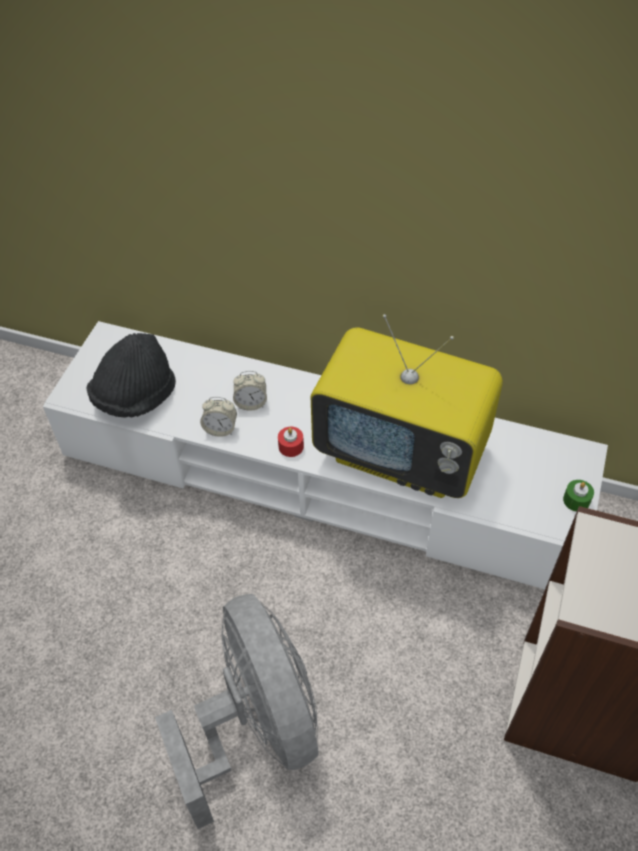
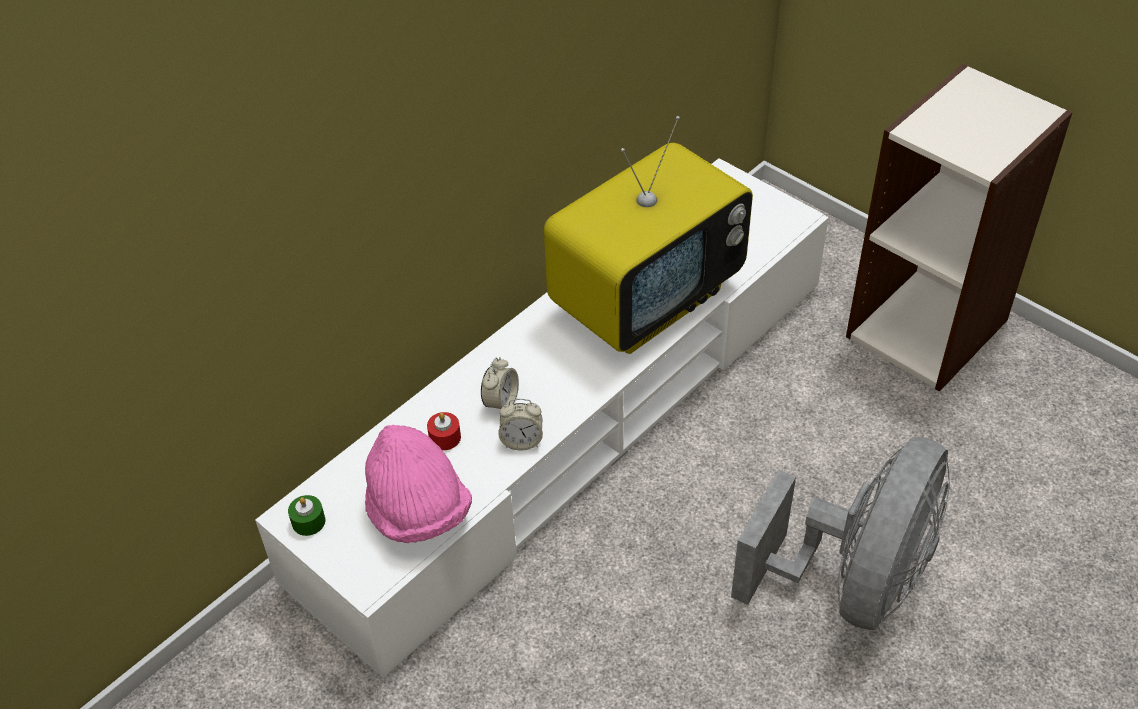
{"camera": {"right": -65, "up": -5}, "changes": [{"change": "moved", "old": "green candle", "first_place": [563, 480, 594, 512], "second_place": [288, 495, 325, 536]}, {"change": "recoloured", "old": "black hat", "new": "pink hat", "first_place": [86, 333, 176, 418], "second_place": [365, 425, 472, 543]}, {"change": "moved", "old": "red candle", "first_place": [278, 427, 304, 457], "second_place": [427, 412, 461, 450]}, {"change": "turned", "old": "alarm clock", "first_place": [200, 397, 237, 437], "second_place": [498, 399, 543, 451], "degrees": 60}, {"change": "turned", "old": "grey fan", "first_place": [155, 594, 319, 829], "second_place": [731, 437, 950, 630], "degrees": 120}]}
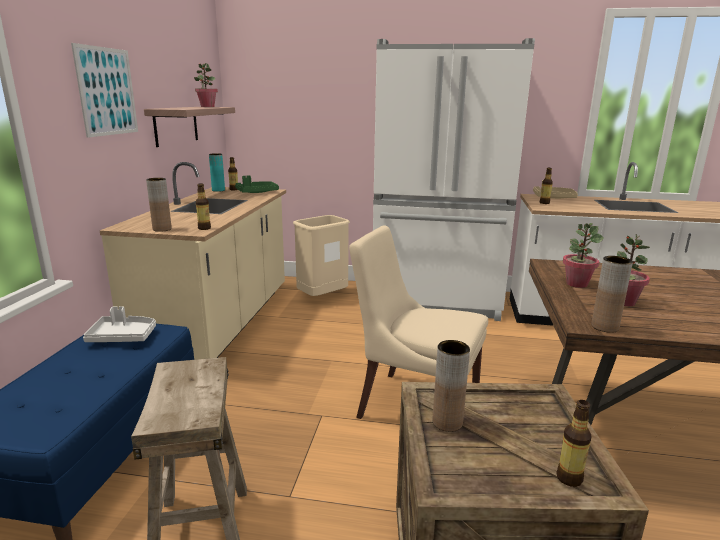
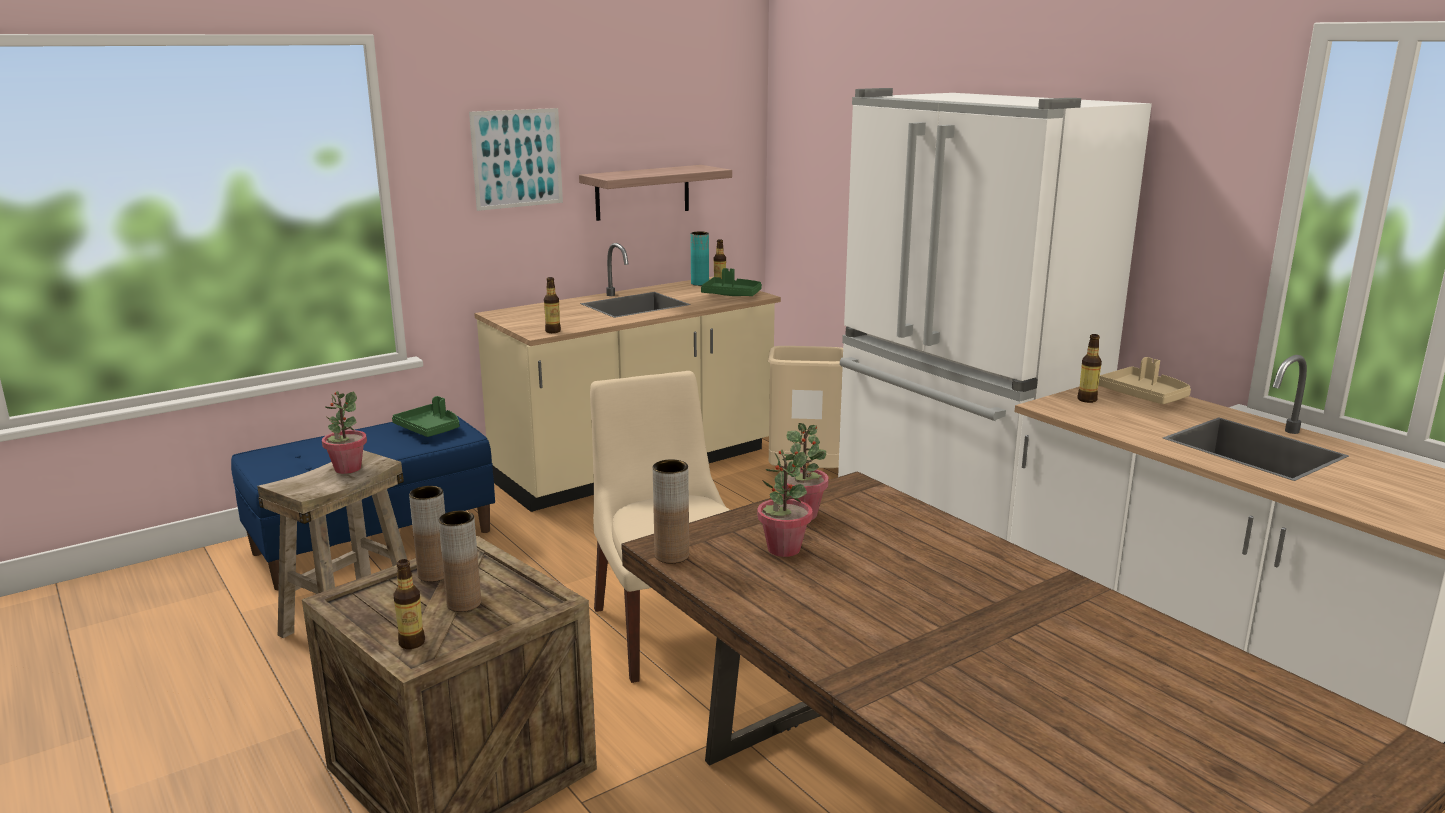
{"camera": {"right": 45, "up": 0}, "changes": [{"change": "moved", "old": "potted plant", "first_place": [194, 63, 218, 107], "second_place": [322, 391, 367, 474]}, {"change": "recoloured", "old": "white tray", "new": "green tray", "first_place": [83, 306, 156, 342], "second_place": [392, 396, 459, 437]}, {"change": "moved", "old": "brown vase", "first_place": [146, 178, 172, 232], "second_place": [438, 511, 481, 612]}]}
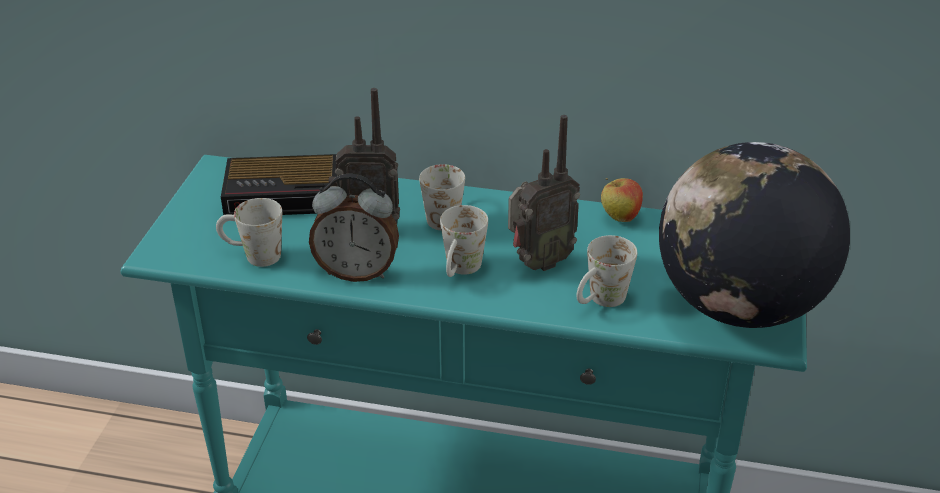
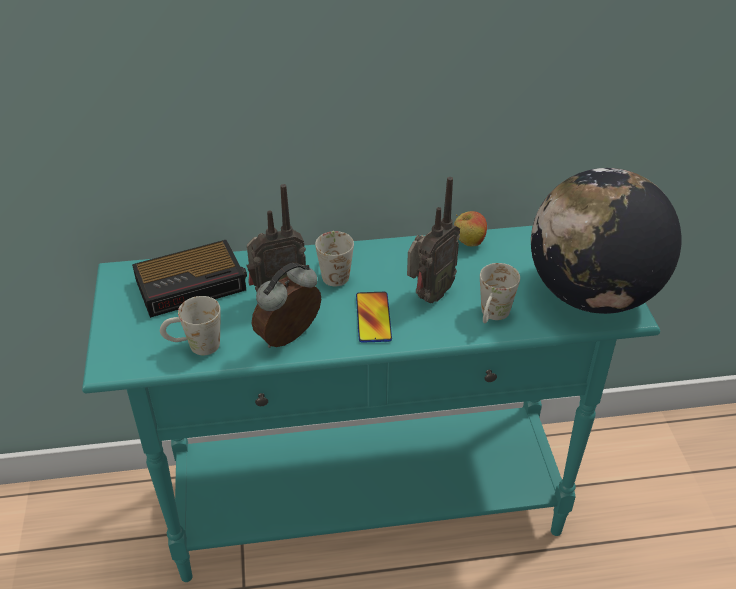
{"camera": {"right": -20, "up": 5}, "changes": [{"change": "turned", "old": "alarm clock", "first_place": [309, 174, 399, 282], "second_place": [252, 263, 321, 348], "degrees": 150}, {"change": "replaced", "old": "white mug", "new": "phone", "first_place": [440, 205, 488, 277], "second_place": [356, 292, 392, 343]}]}
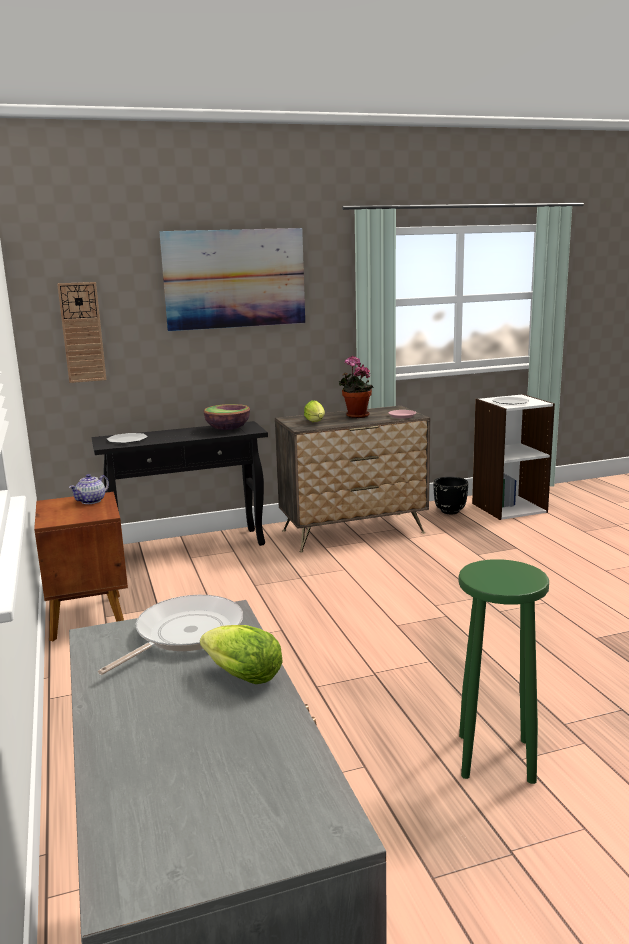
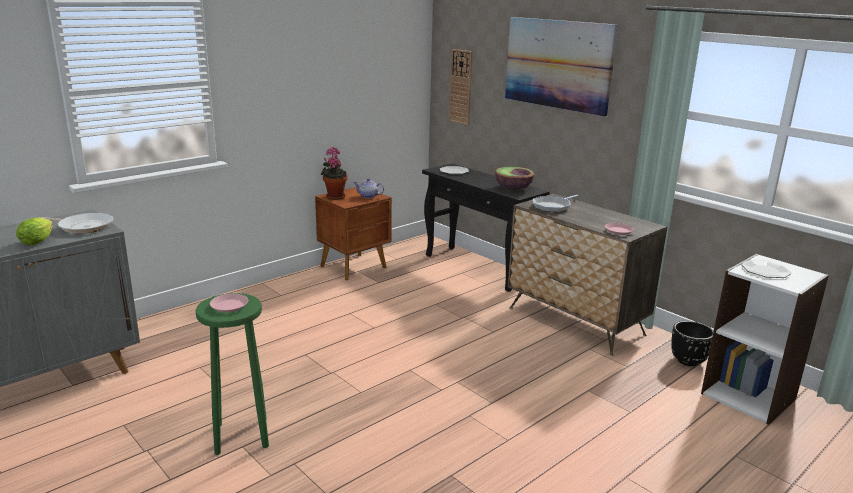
{"camera": {"right": 65, "up": 5}, "changes": [{"change": "added", "new": "pink plate", "second_place": [210, 294, 248, 313]}, {"change": "moved", "old": "potted plant", "first_place": [339, 356, 373, 418], "second_place": [321, 147, 348, 200]}, {"change": "replaced", "old": "lettuce", "new": "frying pan", "first_place": [304, 400, 325, 422], "second_place": [533, 195, 579, 212]}]}
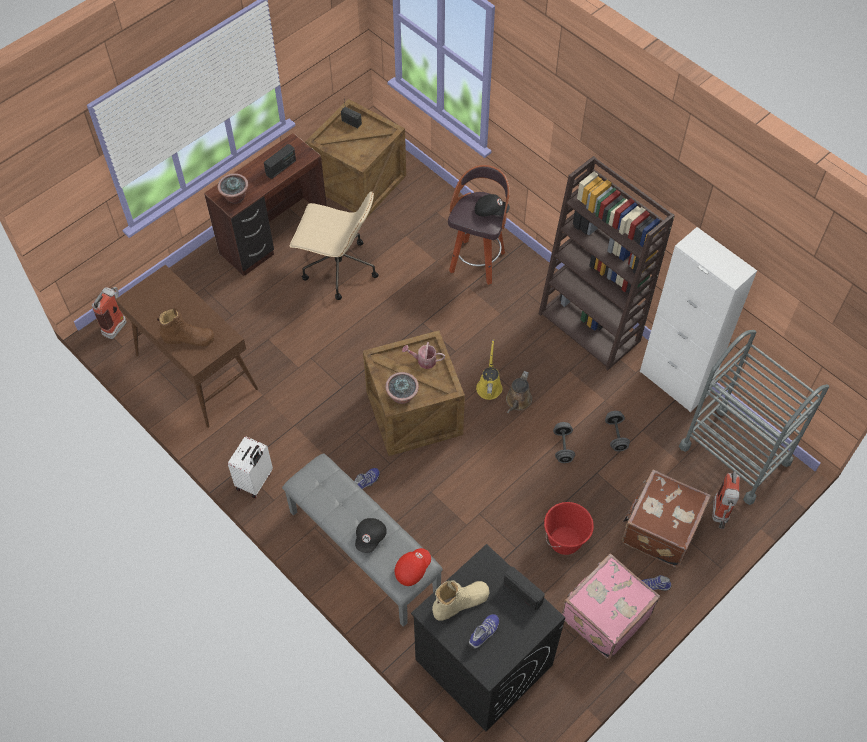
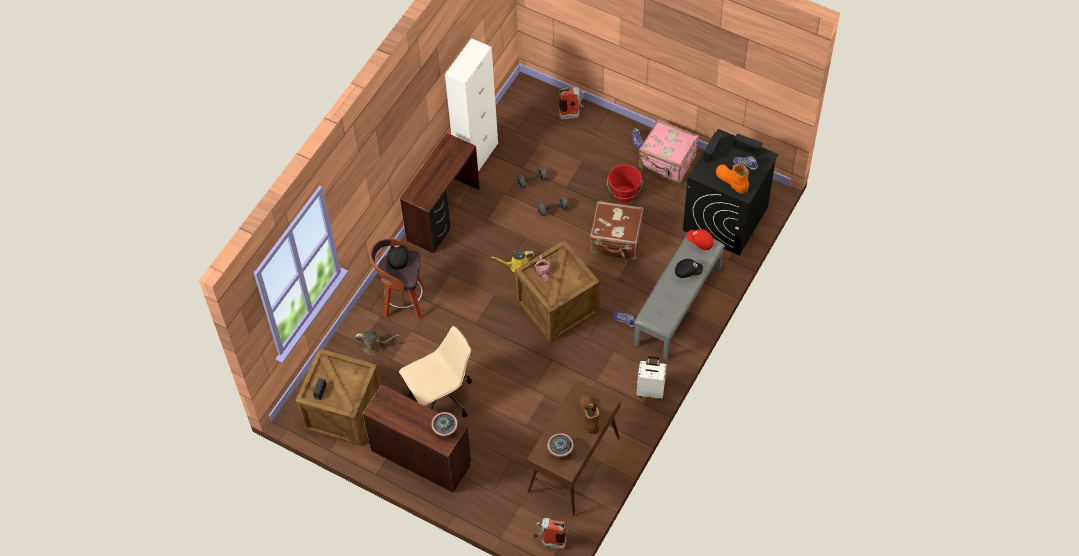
{"camera": {"right": -105, "up": 0}, "changes": [{"change": "moved", "old": "brown watering can", "first_place": [506, 371, 532, 413], "second_place": [355, 330, 399, 355]}, {"change": "turned", "old": "beige office chair", "first_place": [289, 191, 379, 300], "second_place": [399, 326, 472, 417], "degrees": 60}, {"change": "replaced", "old": "brown bookcase", "new": "brown desk", "first_place": [539, 156, 675, 370], "second_place": [400, 133, 480, 254]}, {"change": "moved", "old": "potted plant", "first_place": [385, 372, 419, 404], "second_place": [547, 433, 574, 459]}, {"change": "moved", "old": "brown suitcase", "first_place": [622, 469, 711, 568], "second_place": [590, 201, 644, 260]}, {"change": "recoloured", "old": "beige boot", "new": "orange boot", "first_place": [432, 580, 489, 621], "second_place": [716, 164, 749, 193]}, {"change": "moved", "old": "radio", "first_place": [264, 144, 296, 179], "second_place": [734, 134, 762, 156]}, {"change": "removed", "old": "grey cart", "first_place": [679, 330, 829, 505]}]}
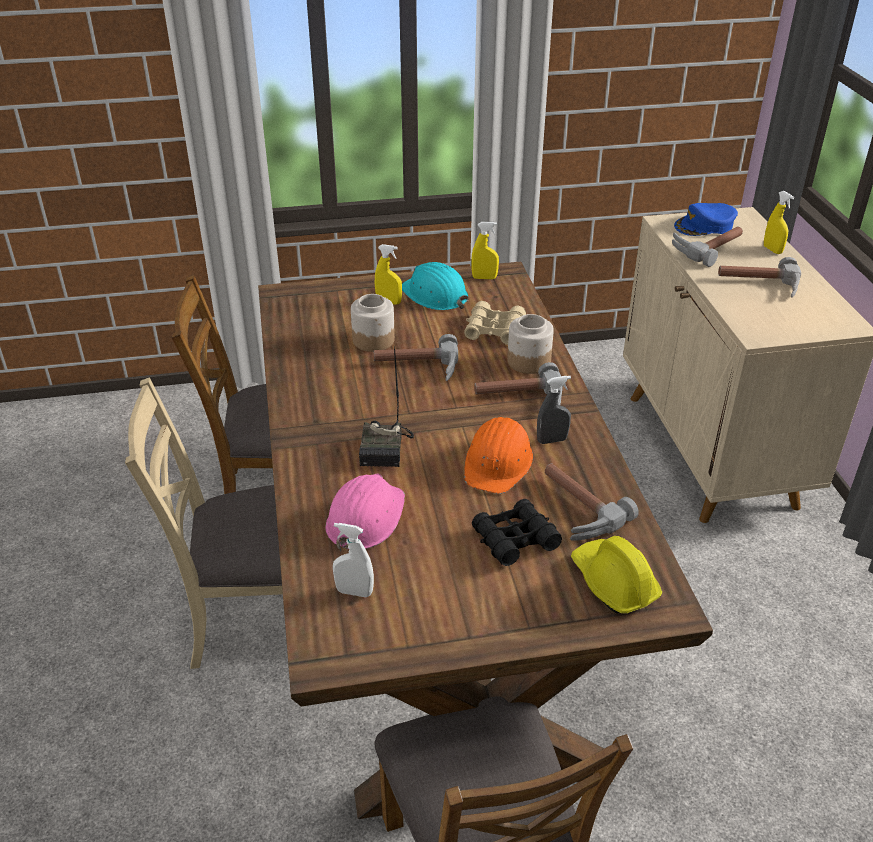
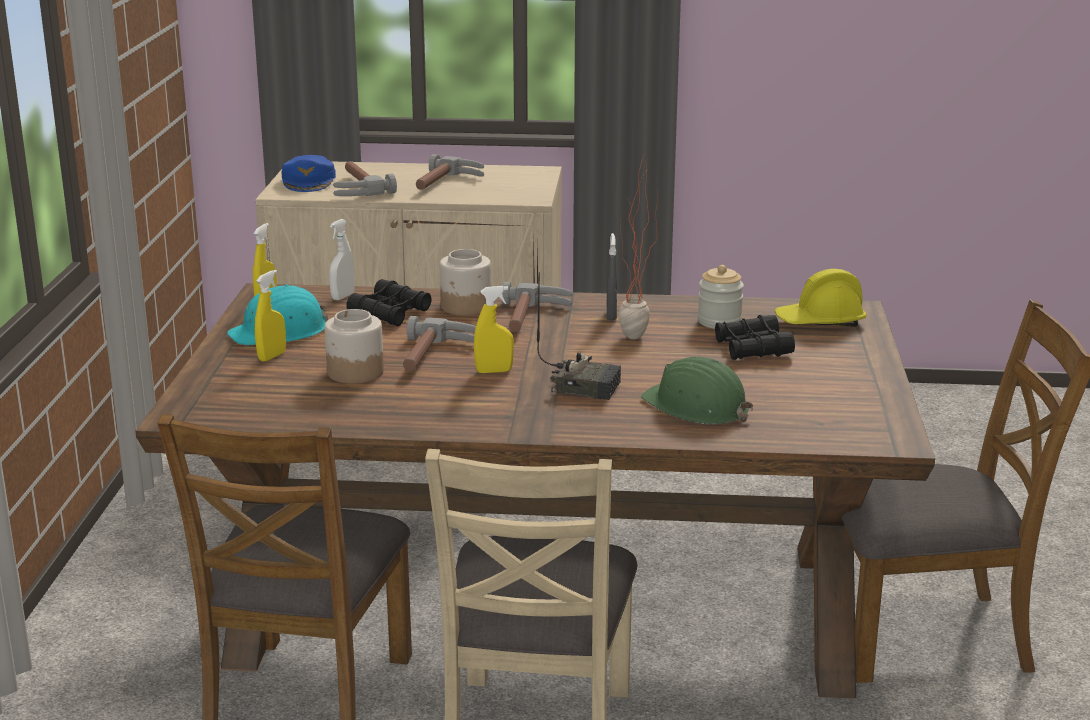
{"camera": {"right": -75, "up": -15}, "changes": [{"change": "moved", "old": "white spray bottle", "first_place": [333, 523, 374, 597], "second_place": [329, 219, 355, 300]}, {"change": "recoloured", "old": "beige binoculars", "new": "black binoculars", "first_place": [464, 301, 526, 345], "second_place": [346, 279, 431, 326]}, {"change": "moved", "old": "yellow spray bottle", "first_place": [764, 191, 794, 254], "second_place": [474, 286, 514, 373]}, {"change": "replaced", "old": "orange hard hat", "new": "potted plant", "first_place": [464, 417, 533, 494], "second_place": [619, 154, 658, 339]}, {"change": "recoloured", "old": "pink hard hat", "new": "green hard hat", "first_place": [325, 473, 405, 551], "second_place": [641, 357, 753, 424]}, {"change": "replaced", "old": "hammer", "new": "jar", "first_place": [545, 463, 639, 541], "second_place": [698, 265, 744, 329]}]}
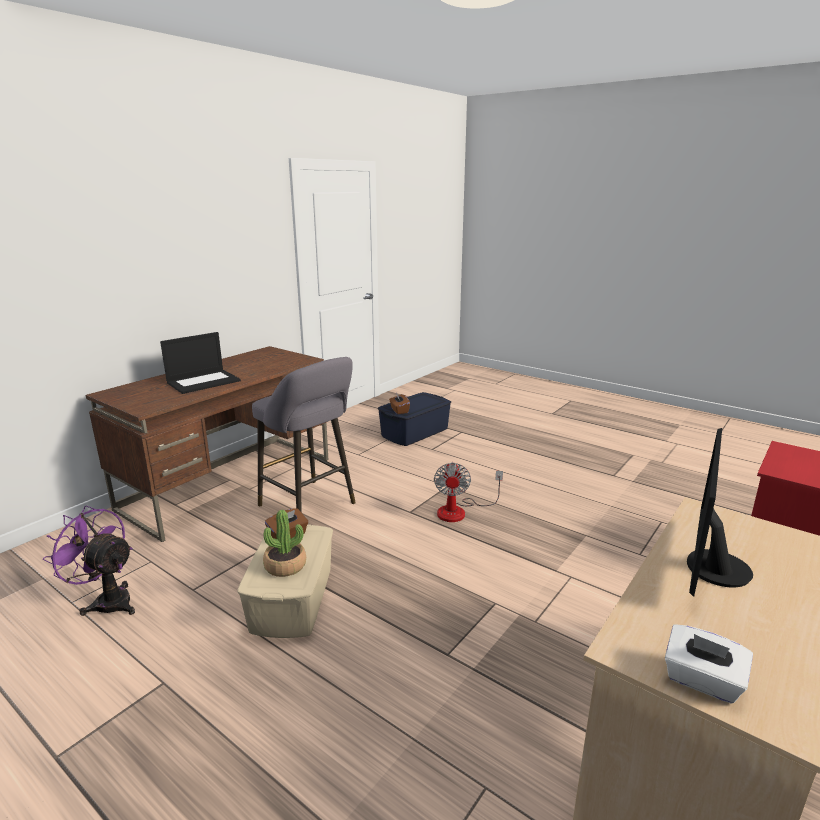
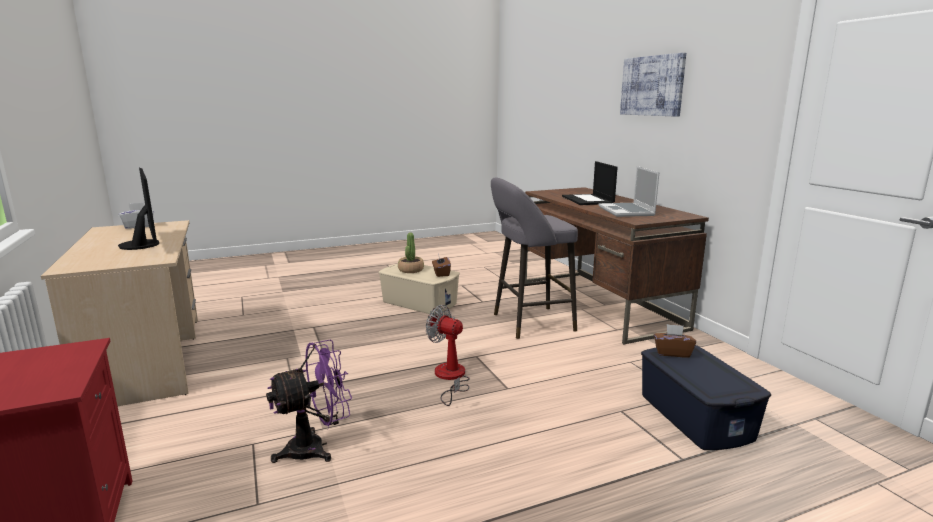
{"camera": {"right": 120, "up": -5}, "changes": [{"change": "moved", "old": "purple fan", "first_place": [43, 506, 135, 616], "second_place": [266, 340, 352, 463]}, {"change": "added", "new": "laptop", "second_place": [599, 166, 659, 217]}, {"change": "added", "new": "picture", "second_place": [620, 53, 686, 117]}]}
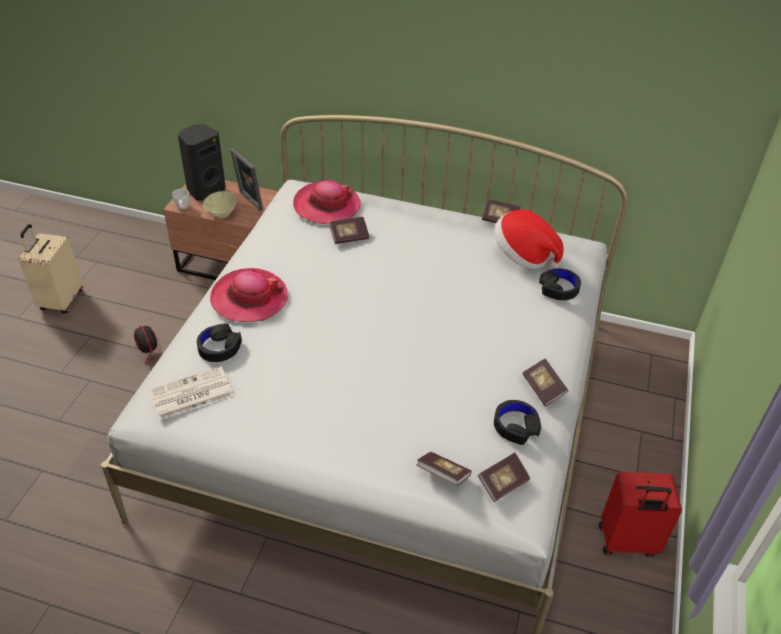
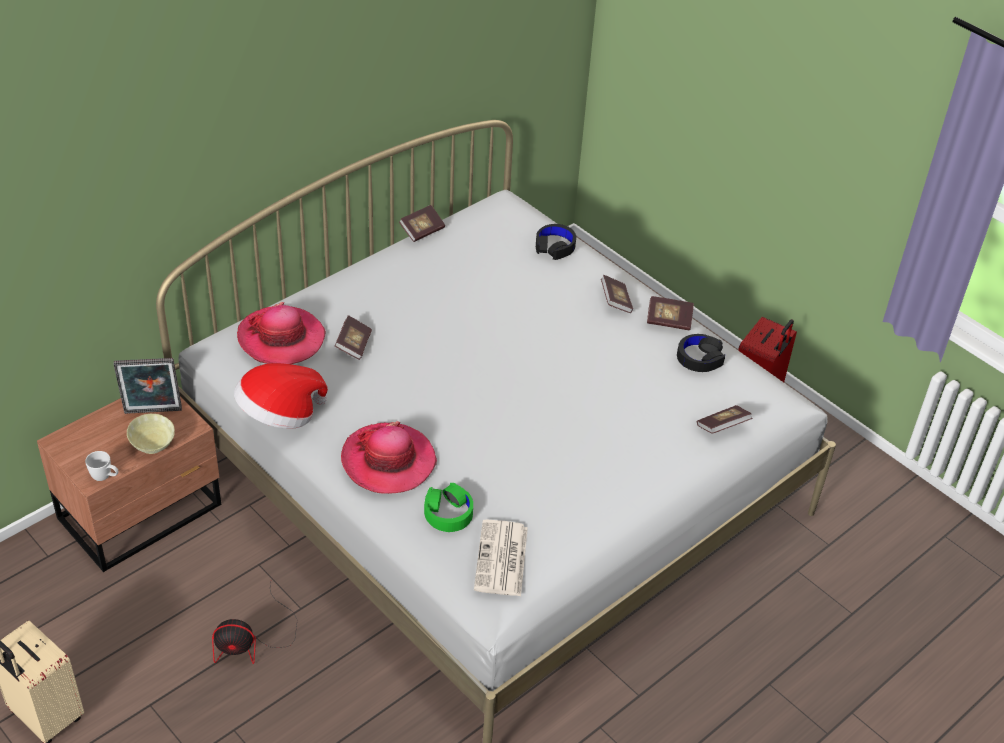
{"camera": {"right": -60, "up": 0}, "changes": [{"change": "moved", "old": "hat", "first_place": [495, 210, 564, 269], "second_place": [234, 363, 328, 429]}, {"change": "recoloured", "old": "black headphones", "new": "green headphones", "first_place": [197, 323, 242, 362], "second_place": [424, 483, 473, 532]}, {"change": "moved", "old": "book", "first_place": [478, 452, 530, 502], "second_place": [601, 275, 633, 313]}, {"change": "removed", "old": "black speaker", "first_place": [178, 124, 226, 201]}]}
